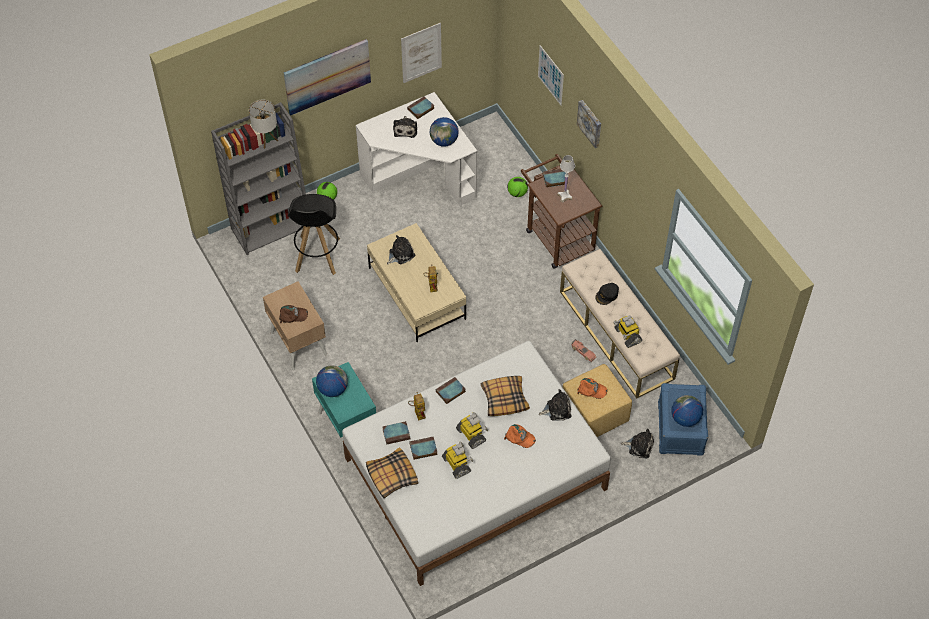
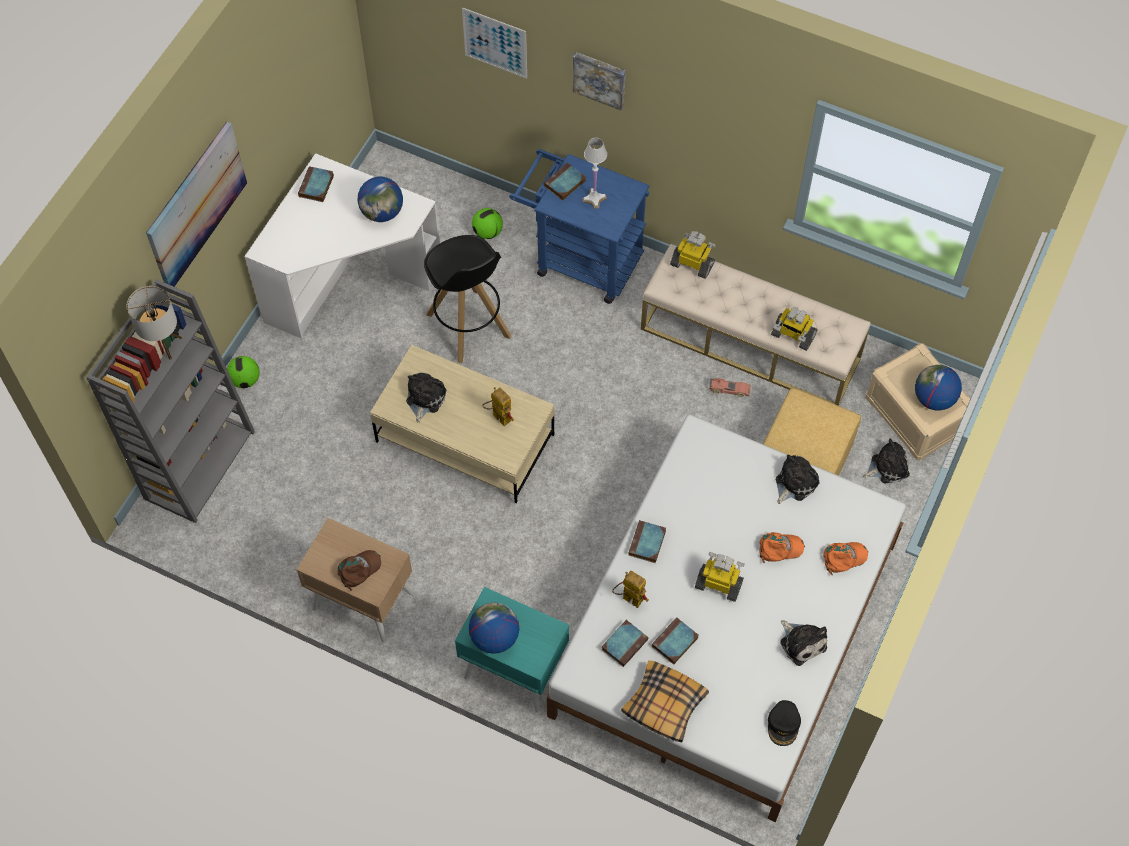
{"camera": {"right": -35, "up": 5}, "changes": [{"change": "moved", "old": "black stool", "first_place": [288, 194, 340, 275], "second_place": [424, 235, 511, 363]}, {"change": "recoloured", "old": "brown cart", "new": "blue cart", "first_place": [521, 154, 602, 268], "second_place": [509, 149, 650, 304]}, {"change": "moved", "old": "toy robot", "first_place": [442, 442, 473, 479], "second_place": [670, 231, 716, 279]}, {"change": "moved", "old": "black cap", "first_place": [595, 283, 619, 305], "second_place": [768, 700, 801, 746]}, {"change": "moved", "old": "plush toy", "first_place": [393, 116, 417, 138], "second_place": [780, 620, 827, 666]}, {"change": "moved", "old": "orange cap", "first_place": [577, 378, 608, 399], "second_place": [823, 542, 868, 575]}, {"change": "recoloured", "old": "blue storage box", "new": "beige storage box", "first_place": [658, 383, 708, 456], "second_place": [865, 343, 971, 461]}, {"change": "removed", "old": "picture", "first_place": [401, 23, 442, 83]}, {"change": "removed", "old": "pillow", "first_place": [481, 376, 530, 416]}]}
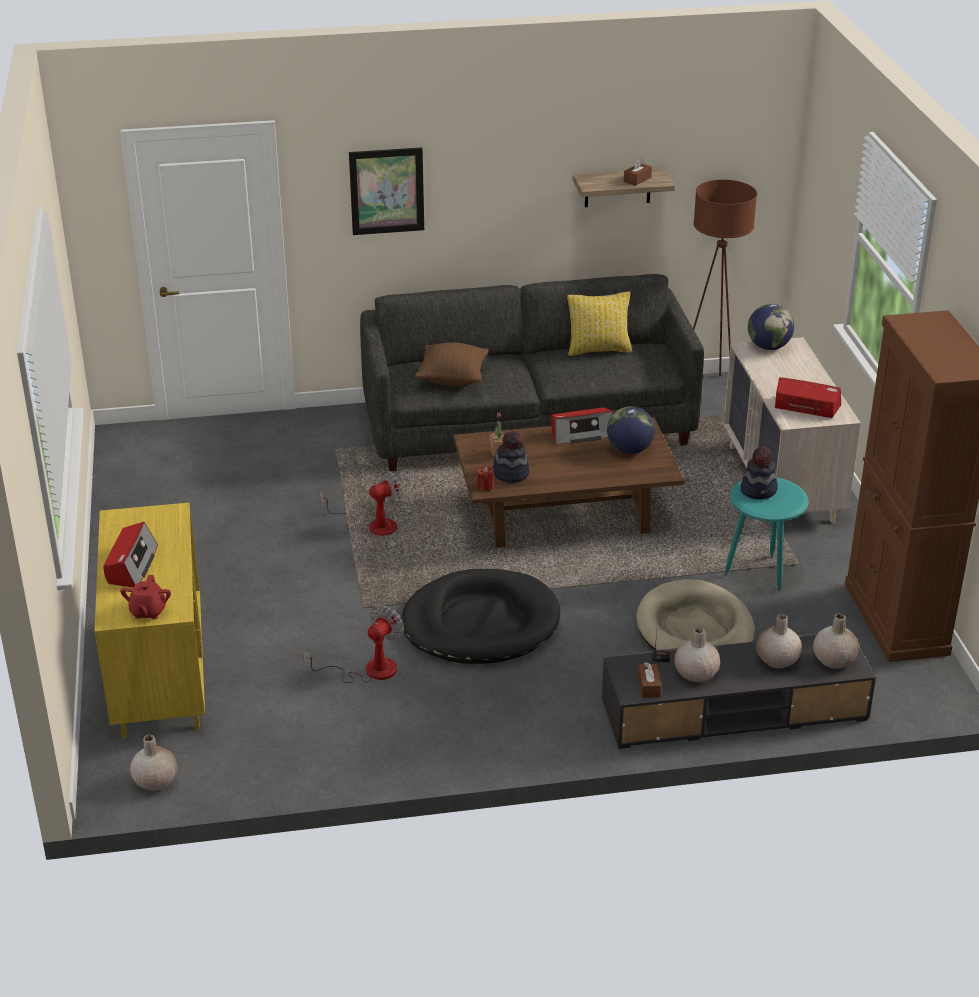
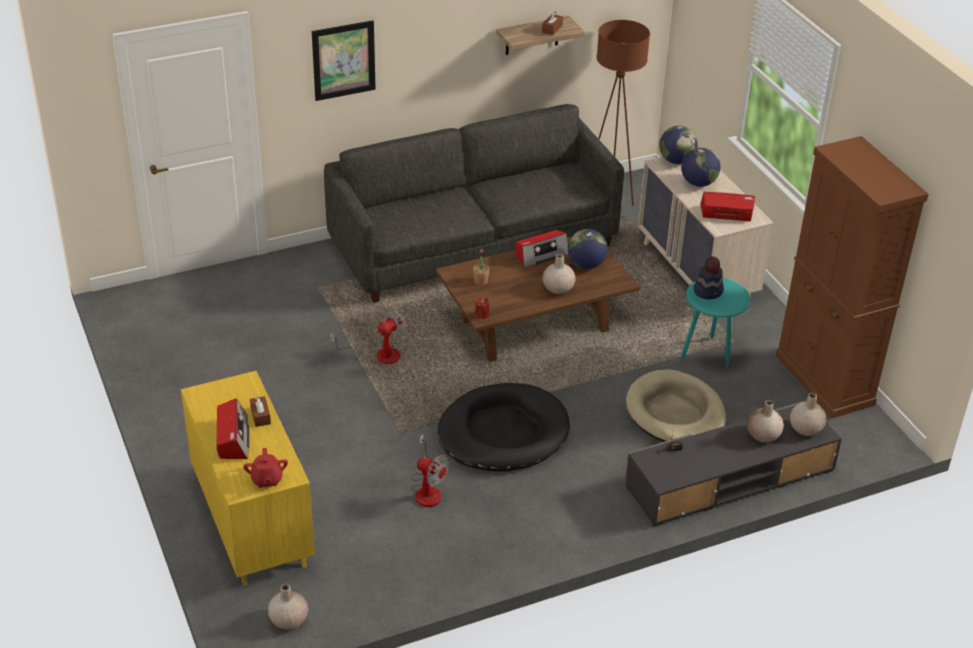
{"camera": {"right": -15, "up": 5}, "changes": [{"change": "moved", "old": "brown tissue box", "first_place": [638, 662, 661, 698], "second_place": [250, 396, 271, 427]}, {"change": "turned", "old": "fan", "first_place": [303, 606, 404, 683], "second_place": [411, 433, 449, 507], "degrees": 105}, {"change": "moved", "old": "beige vase", "first_place": [675, 627, 720, 682], "second_place": [543, 253, 576, 294]}, {"change": "added", "new": "globe", "second_place": [681, 147, 721, 187]}, {"change": "removed", "old": "brown pillow", "first_place": [415, 342, 489, 386]}, {"change": "removed", "old": "hat", "first_place": [493, 431, 529, 483]}, {"change": "removed", "old": "yellow pillow", "first_place": [567, 291, 632, 356]}]}
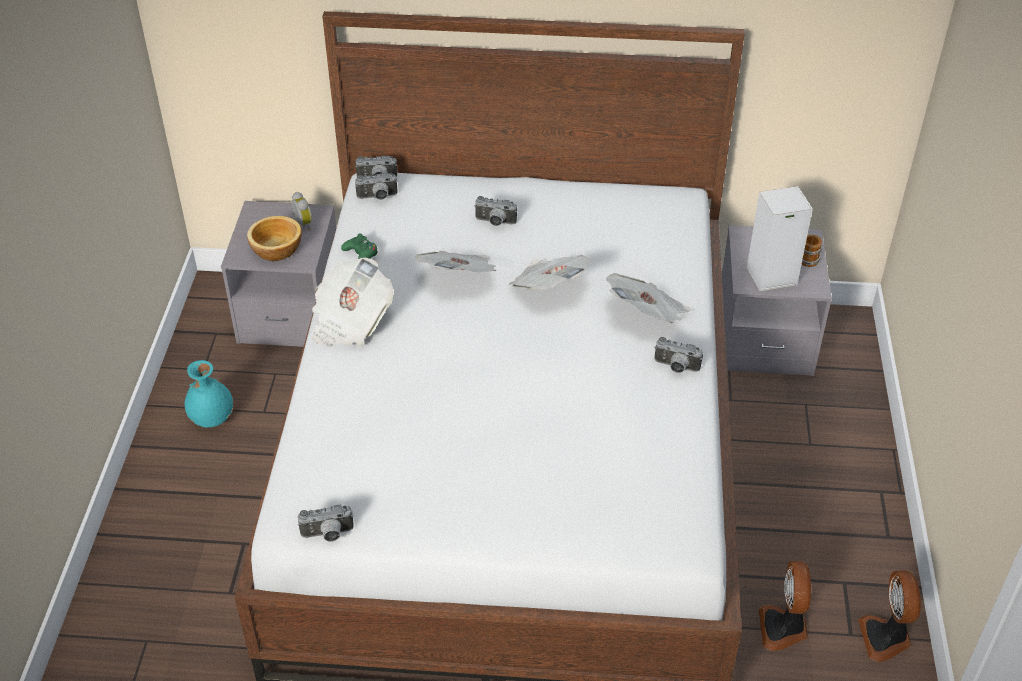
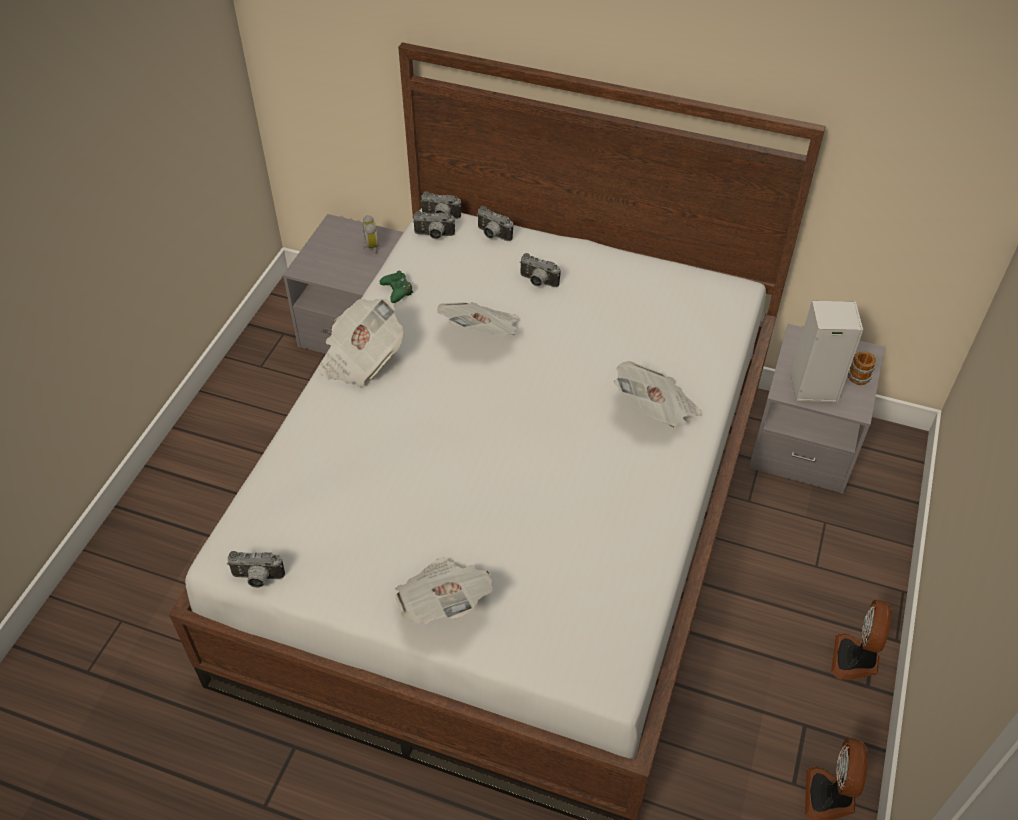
{"camera": {"right": 15, "up": 5}, "changes": [{"change": "moved", "old": "newspaper", "first_place": [509, 255, 593, 291], "second_place": [395, 557, 493, 624]}, {"change": "moved", "old": "photo camera", "first_place": [654, 337, 703, 373], "second_place": [477, 206, 513, 241]}, {"change": "moved", "old": "fan", "first_place": [759, 561, 811, 651], "second_place": [831, 600, 892, 680]}, {"change": "removed", "old": "turquoise vase", "first_place": [185, 360, 233, 427]}, {"change": "removed", "old": "bowl", "first_place": [247, 216, 302, 261]}]}
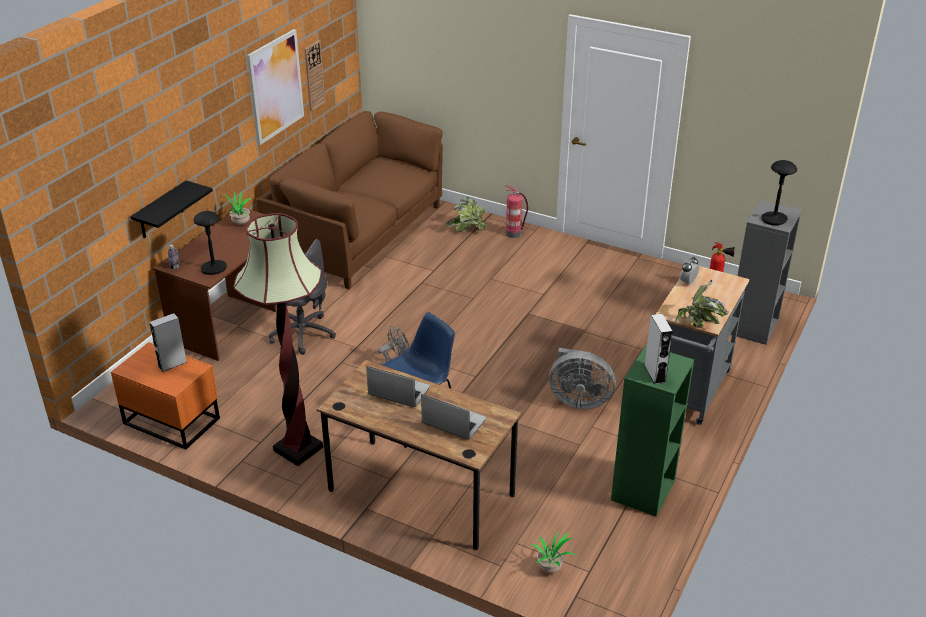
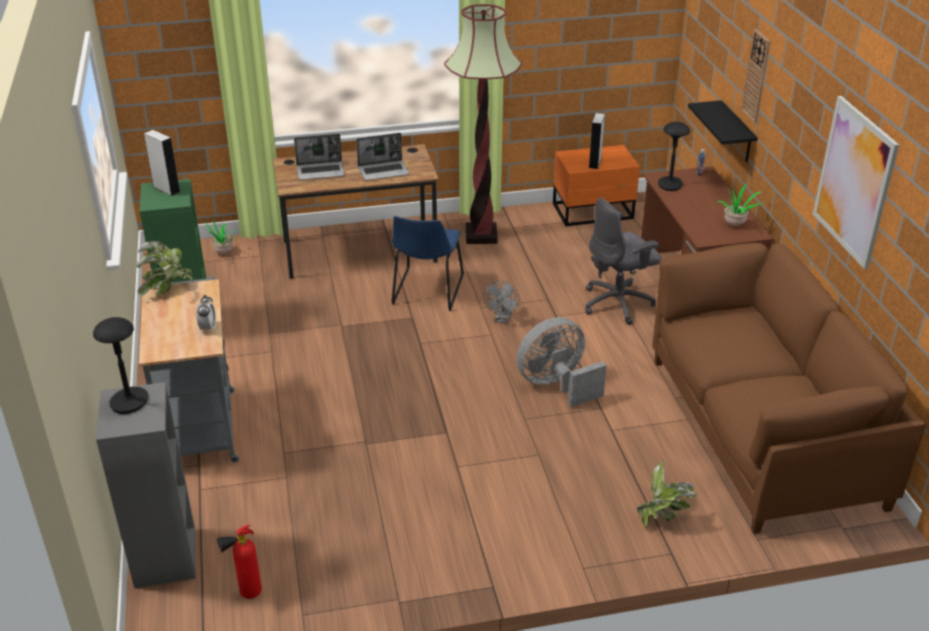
{"camera": {"right": 140, "up": 0}, "changes": [{"change": "moved", "old": "grey fan", "first_place": [549, 348, 615, 409], "second_place": [517, 317, 607, 407]}, {"change": "moved", "old": "wall clock", "first_place": [304, 40, 325, 111], "second_place": [741, 29, 770, 123]}, {"change": "removed", "old": "fire extinguisher", "first_place": [506, 185, 528, 238]}]}
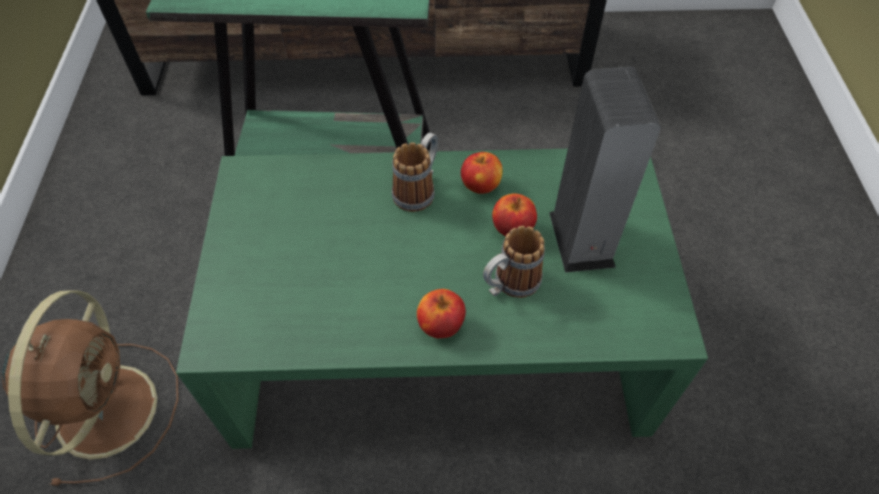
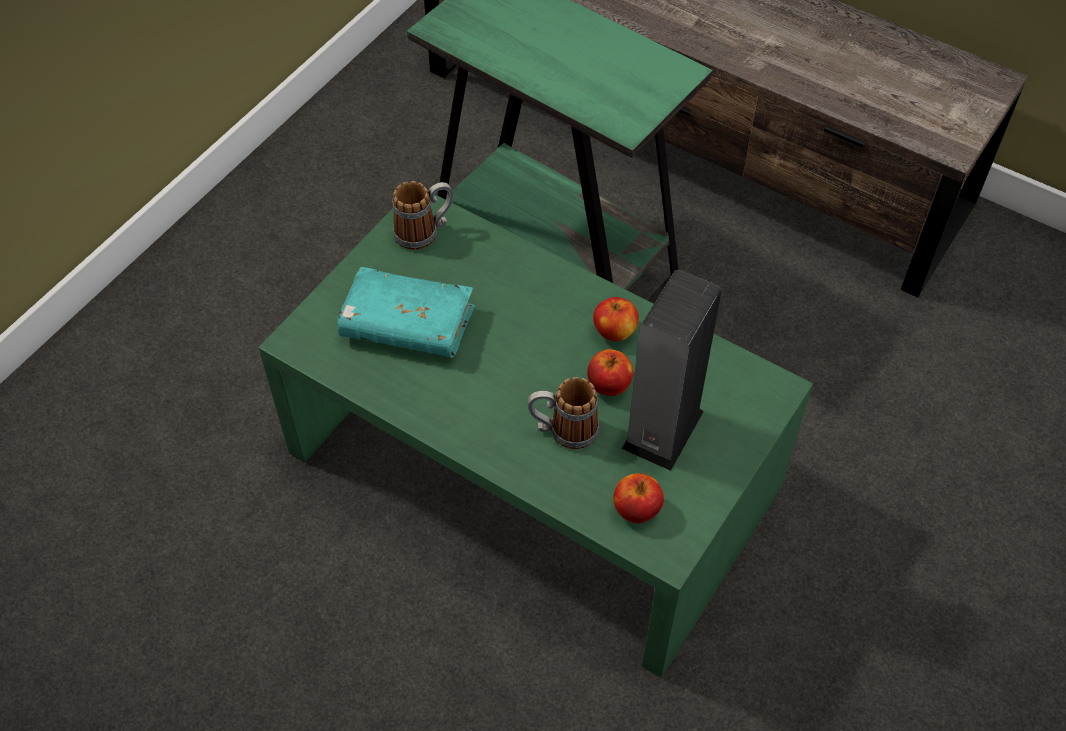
{"camera": {"right": 35, "up": 0}, "changes": [{"change": "added", "new": "turquoise book", "second_place": [337, 267, 475, 358]}, {"change": "moved", "old": "mug", "first_place": [392, 133, 438, 212], "second_place": [393, 181, 454, 250]}, {"change": "moved", "old": "apple", "first_place": [417, 289, 466, 338], "second_place": [613, 473, 664, 523]}, {"change": "removed", "old": "brown fan", "first_place": [2, 290, 179, 486]}]}
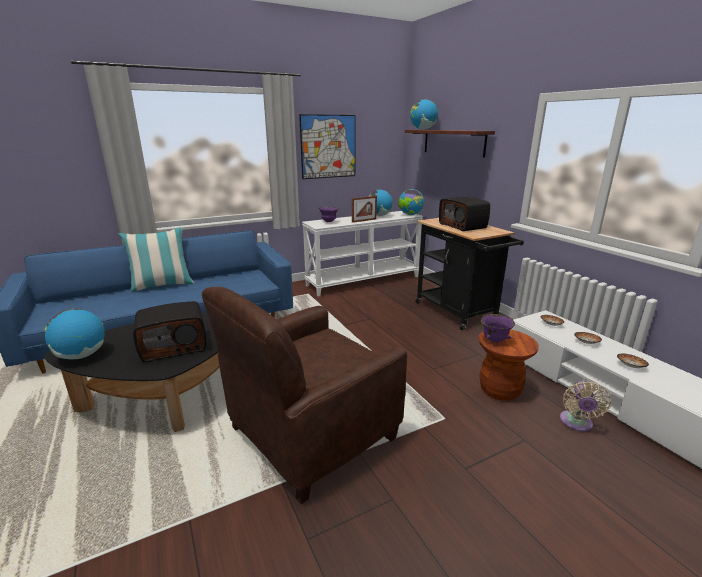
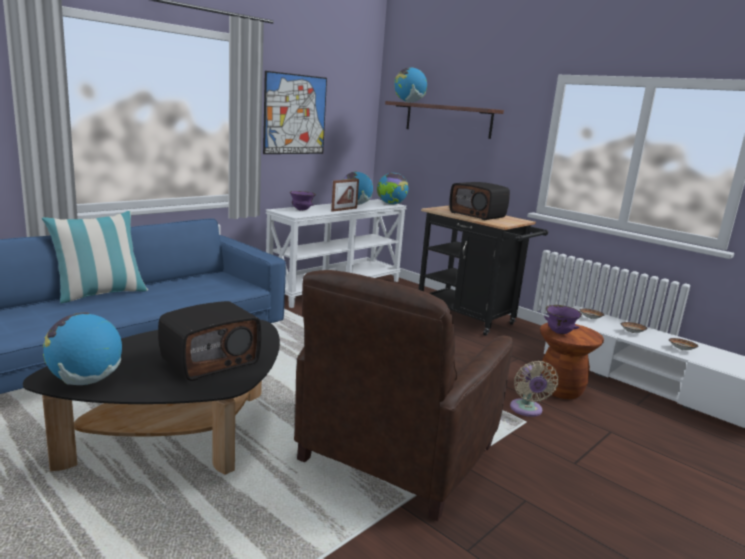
{"camera": {"right": -20, "up": -5}, "changes": [{"change": "moved", "old": "beige fan", "first_place": [560, 381, 611, 432], "second_place": [510, 361, 558, 417]}]}
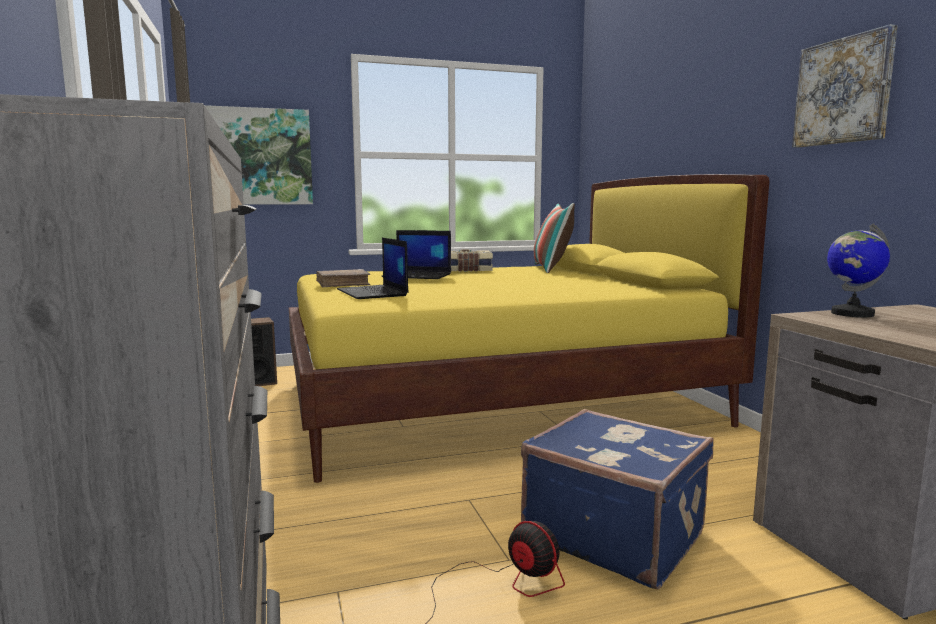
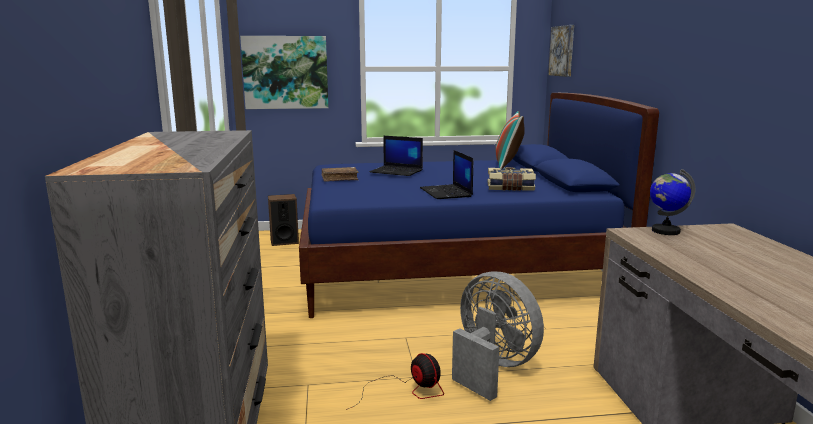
{"camera": {"right": 10, "up": 5}, "changes": [{"change": "recoloured", "old": "yellow bed", "new": "blue bed", "first_place": [289, 174, 769, 483], "second_place": [299, 93, 659, 318]}, {"change": "moved", "old": "laptop", "first_place": [337, 238, 409, 299], "second_place": [420, 150, 473, 199]}, {"change": "replaced", "old": "blue suitcase", "new": "grey fan", "first_place": [521, 409, 714, 590], "second_place": [452, 272, 544, 401]}, {"change": "moved", "old": "book", "first_place": [451, 250, 493, 272], "second_place": [487, 167, 536, 191]}, {"change": "moved", "old": "picture", "first_place": [792, 24, 898, 147], "second_place": [548, 25, 574, 77]}]}
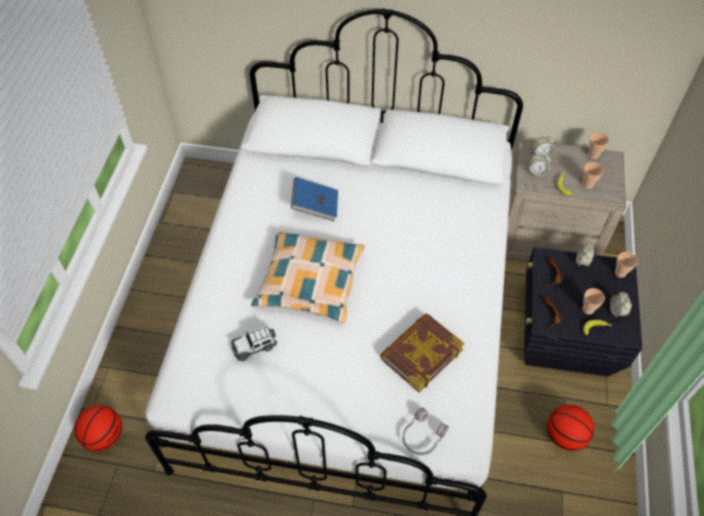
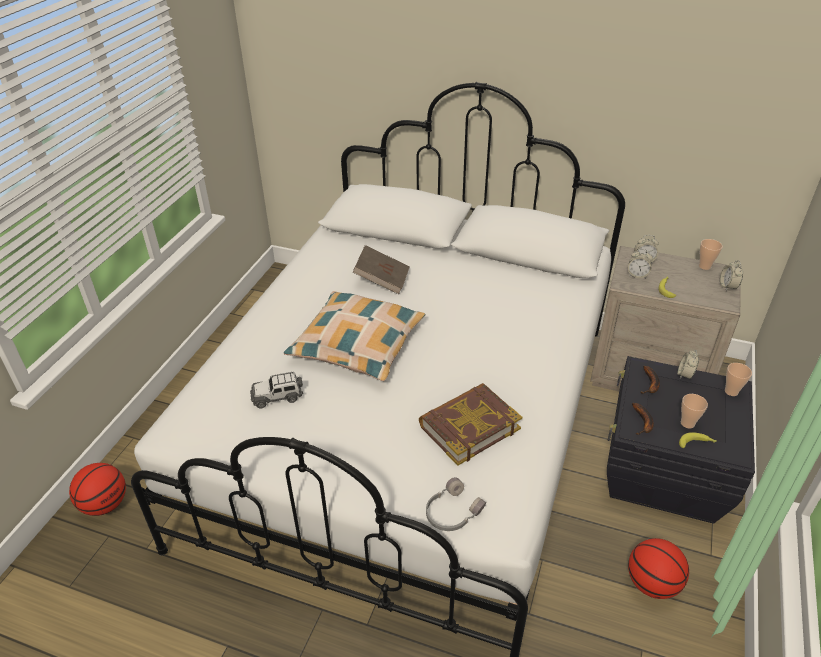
{"camera": {"right": 10, "up": -15}, "changes": [{"change": "recoloured", "old": "blue book", "new": "brown book", "first_place": [291, 177, 338, 221], "second_place": [353, 245, 410, 294]}, {"change": "moved", "old": "alarm clock", "first_place": [610, 292, 632, 317], "second_place": [720, 260, 743, 291]}, {"change": "removed", "old": "cup", "first_place": [582, 162, 604, 189]}]}
